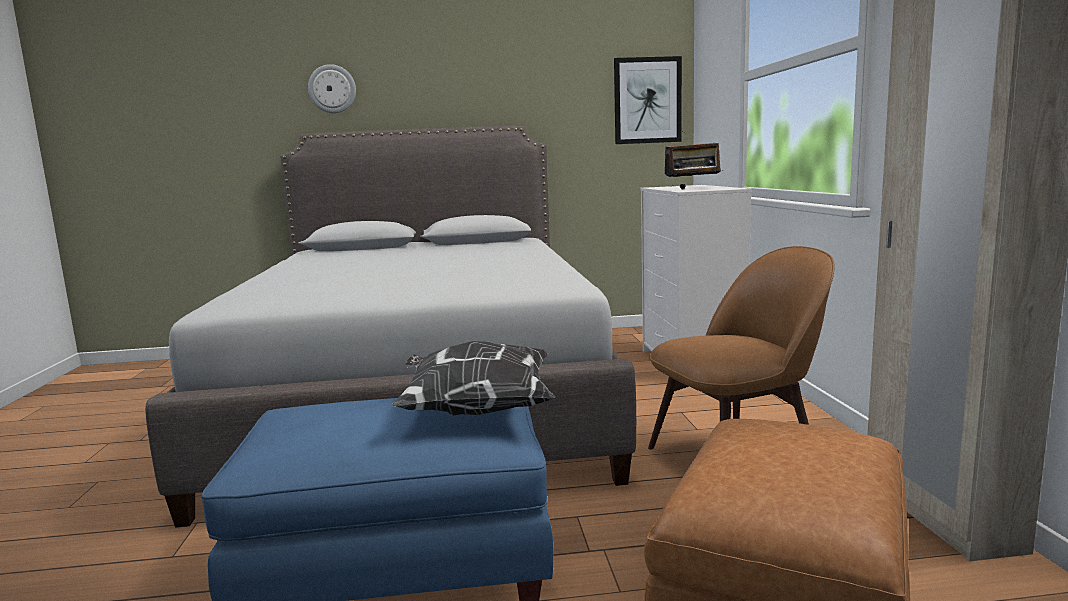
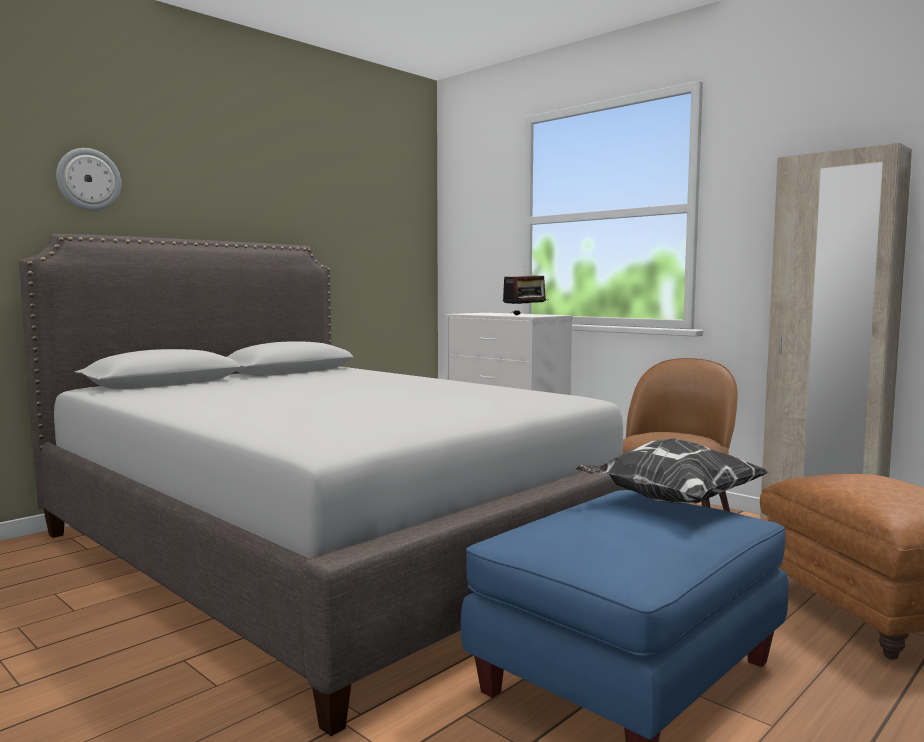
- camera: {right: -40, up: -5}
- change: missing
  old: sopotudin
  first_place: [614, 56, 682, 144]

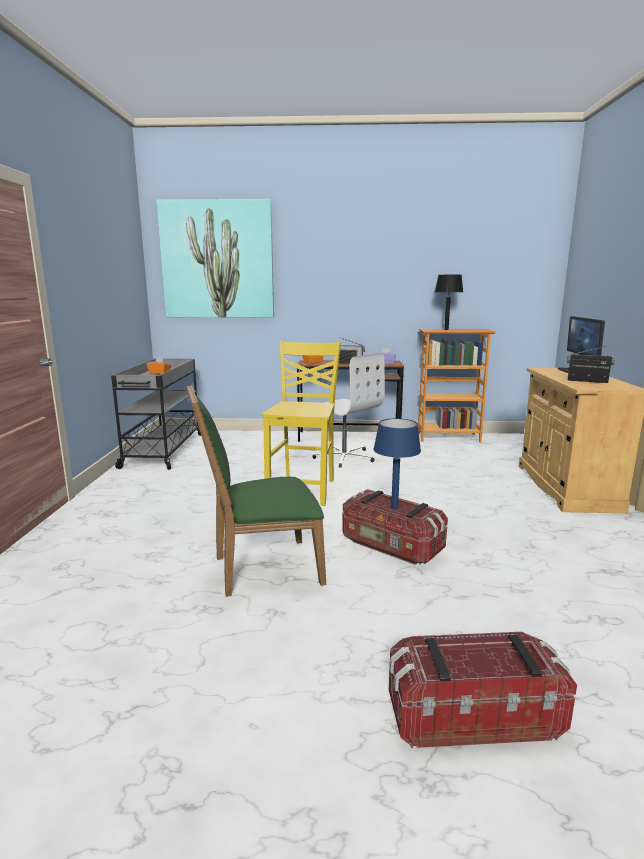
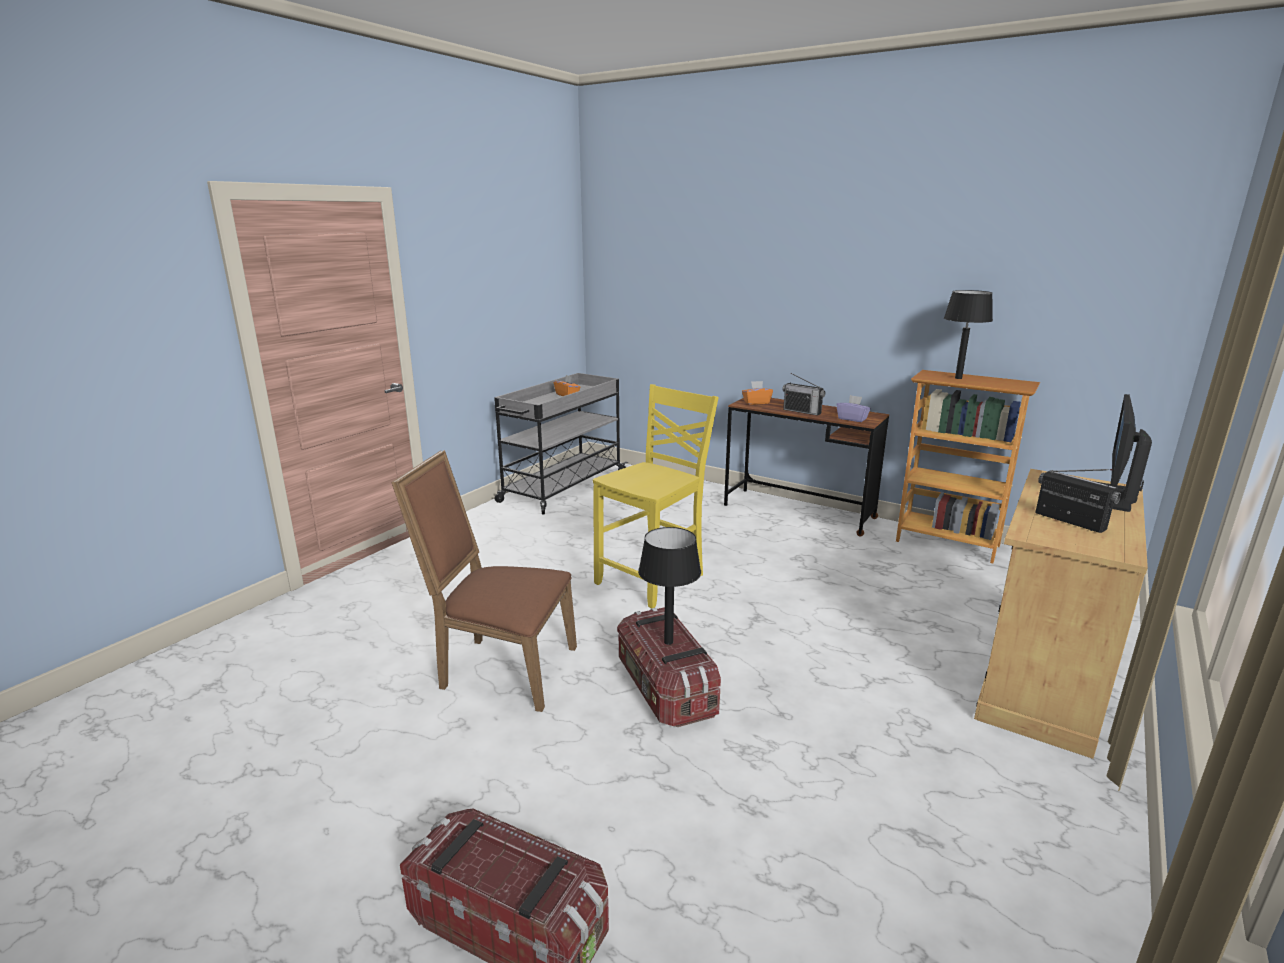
- camera: {right: 30, up: 5}
- change: missing
  old: sopotudin
  first_place: [156, 199, 274, 318]
- change: missing
  old: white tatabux
  first_place: [312, 353, 385, 468]
- change: colour
  old: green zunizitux
  new: brown zunizitux
  first_place: [187, 385, 326, 597]
  second_place: [392, 450, 577, 712]
- change: colour
  old: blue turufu
  new: black turufu
  first_place: [373, 418, 421, 509]
  second_place: [638, 527, 701, 645]

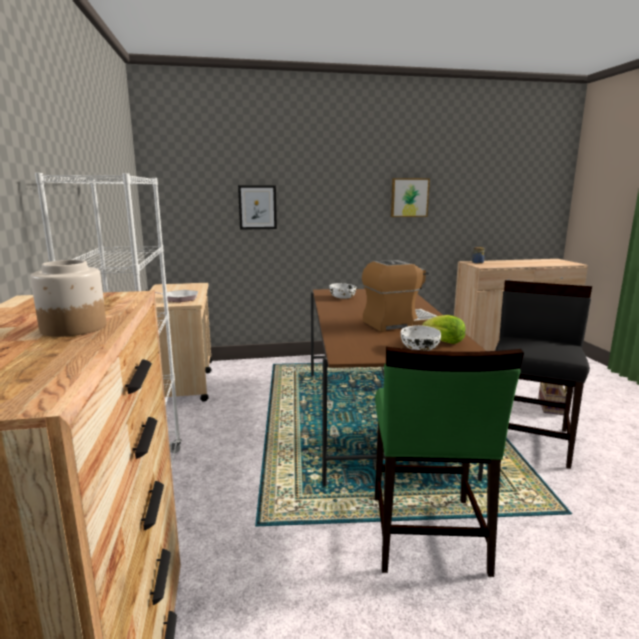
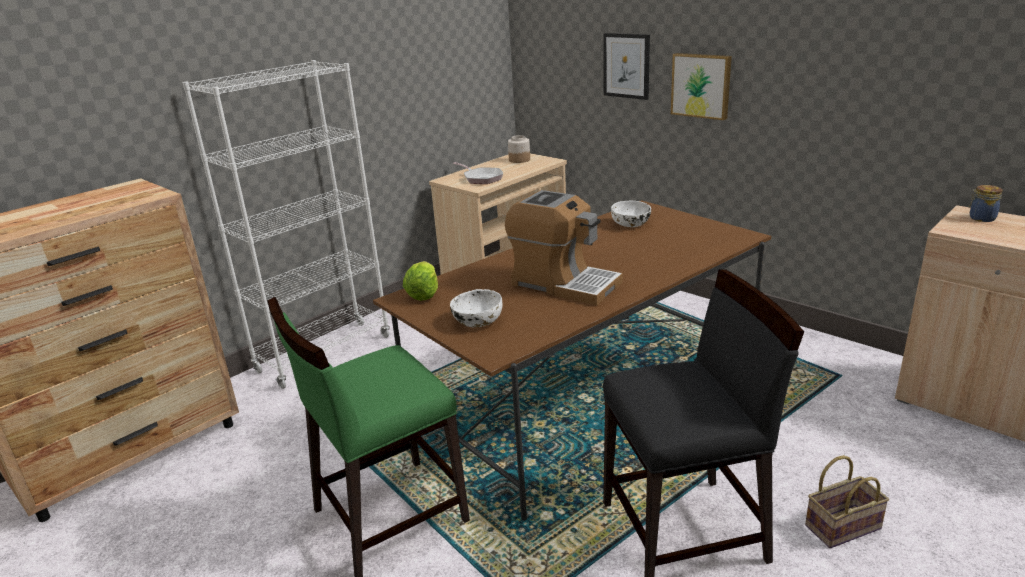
- camera: {right: 55, up: 10}
- change: relocated
  old: sopotudin
  first_place: [391, 178, 430, 217]
  second_place: [671, 53, 732, 120]
- change: relocated
  old: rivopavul
  first_place: [30, 260, 106, 337]
  second_place: [508, 135, 530, 163]
- change: relocated
  old: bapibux
  first_place: [422, 315, 466, 344]
  second_place: [403, 261, 438, 301]

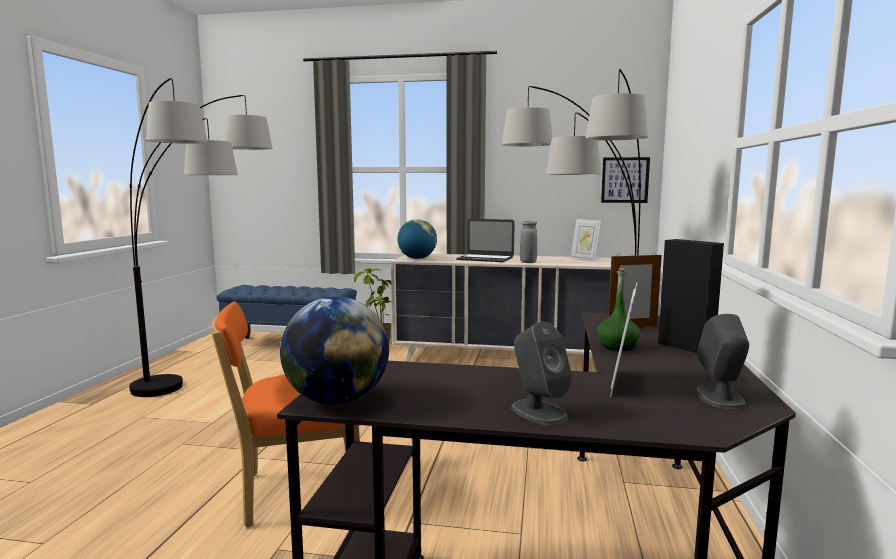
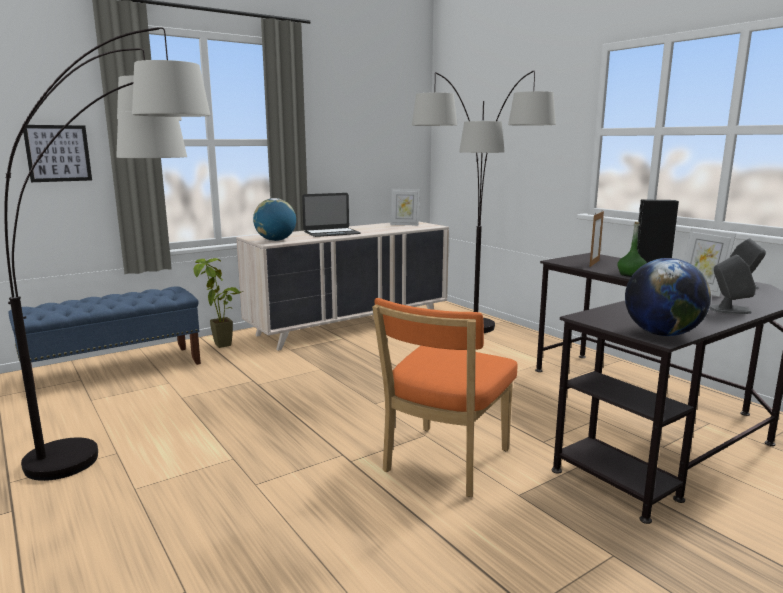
- camera: {right: -45, up: 5}
- change: relocated
  old: sopotudin
  first_place: [601, 157, 650, 203]
  second_place: [23, 125, 92, 182]
- change: missing
  old: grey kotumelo
  first_place: [520, 221, 537, 263]

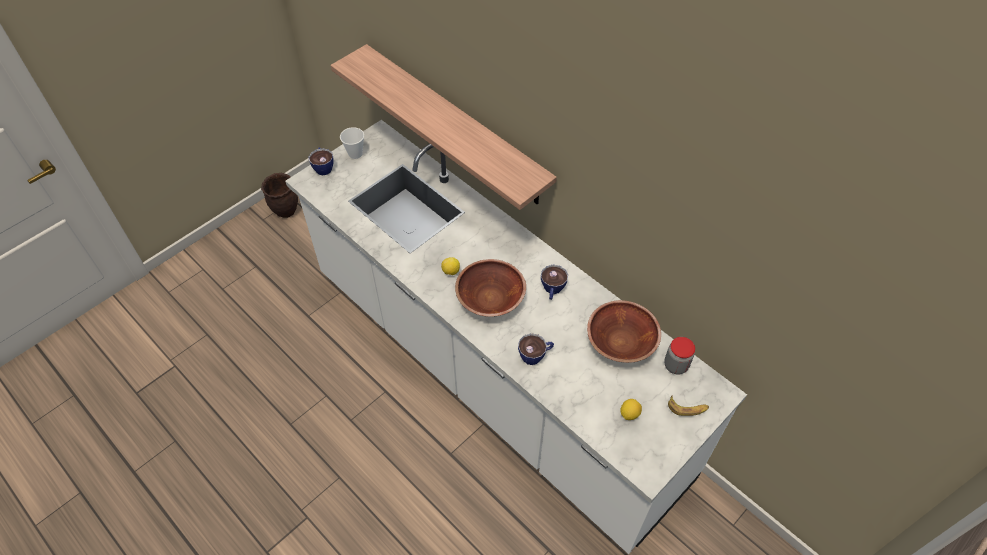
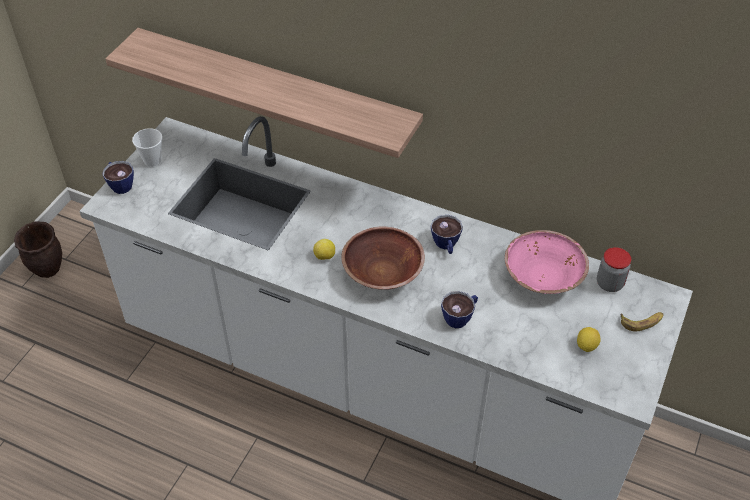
- camera: {right: -20, up: -5}
- change: colour
  old: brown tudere
  new: pink tudere
  first_place: [587, 300, 661, 363]
  second_place: [505, 230, 589, 294]

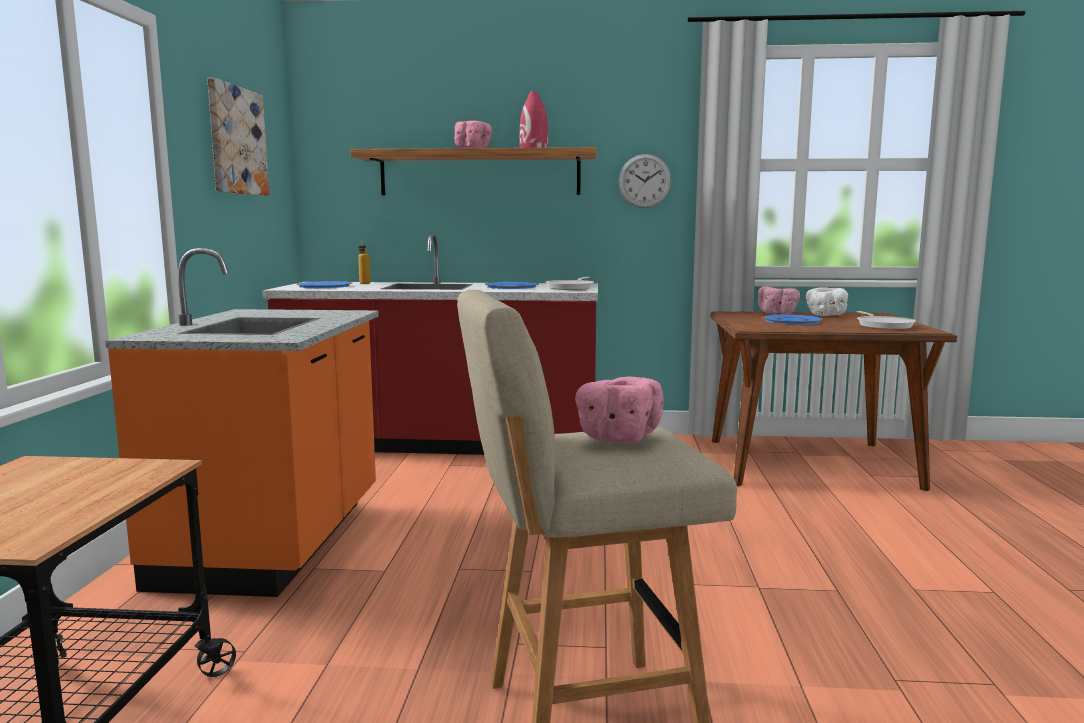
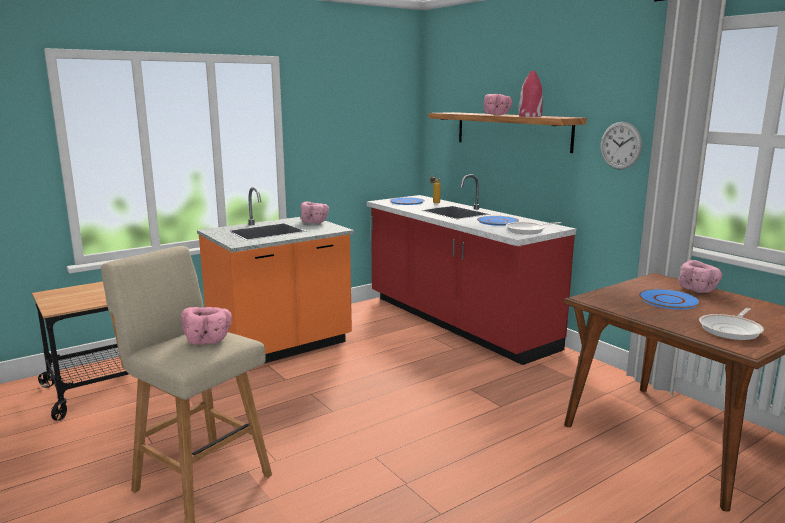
- camera: {right: 50, up: 5}
- change: missing
  old: sopotudin
  first_place: [207, 78, 269, 196]
- change: missing
  old: white tudere
  first_place: [806, 287, 848, 316]
- change: appeared
  new: pink tudere
  second_place: [300, 202, 329, 224]

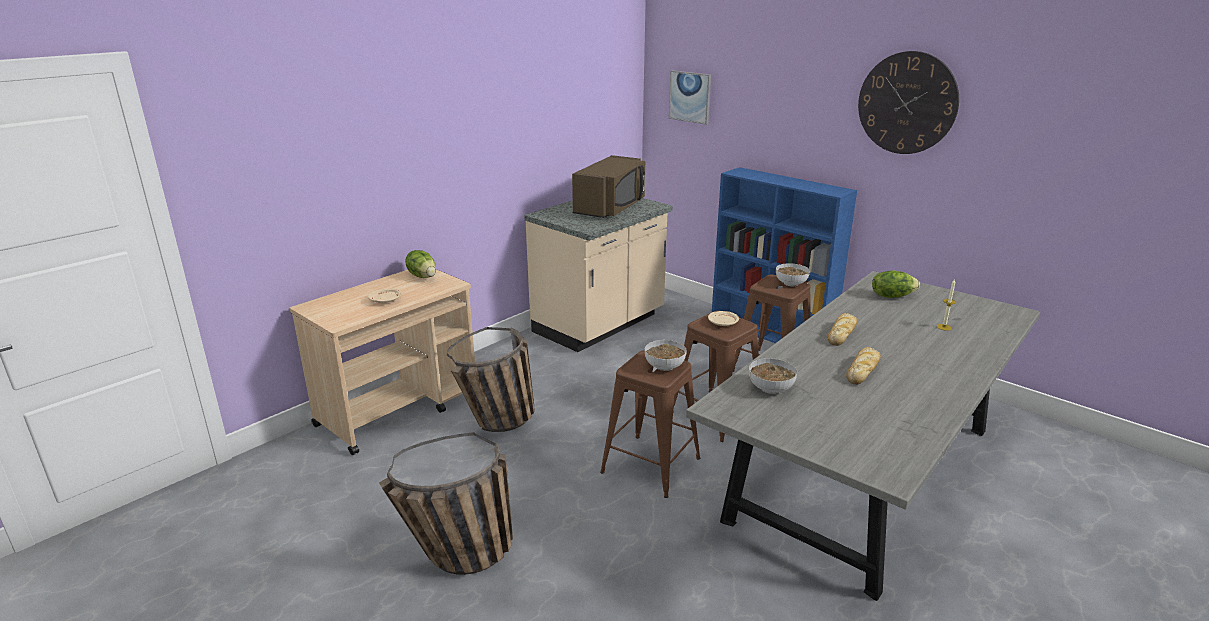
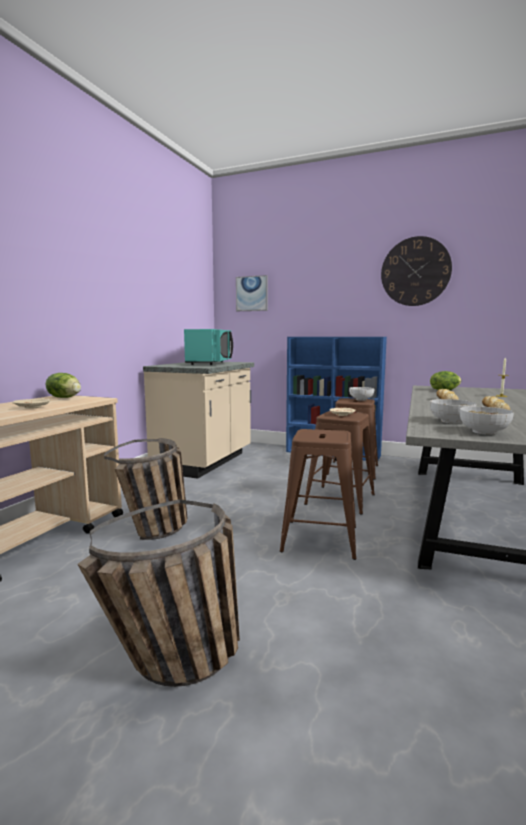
- camera: {right: -20, up: -15}
- change: colour
  old: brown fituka
  new: turquoise fituka
  first_place: [572, 155, 645, 218]
  second_place: [184, 329, 233, 365]
- change: relocated
  old: tudere
  first_place: [645, 340, 687, 371]
  second_place: [460, 406, 514, 435]

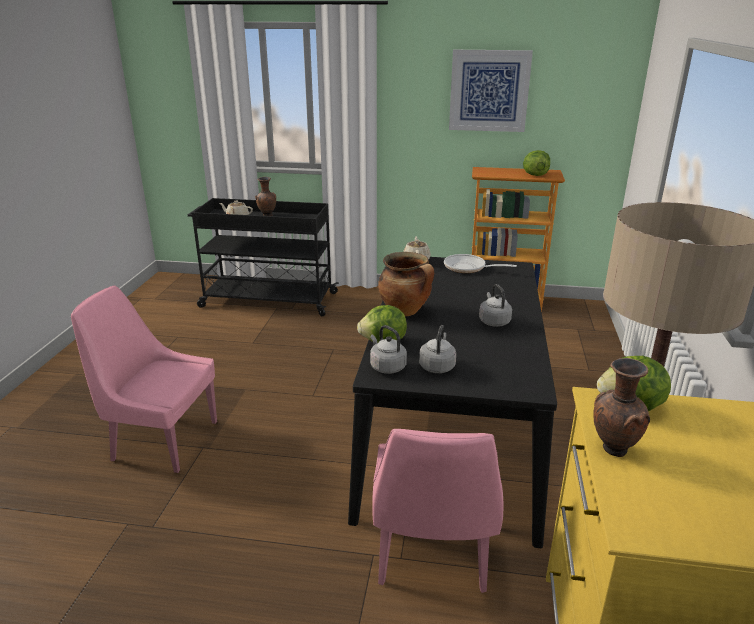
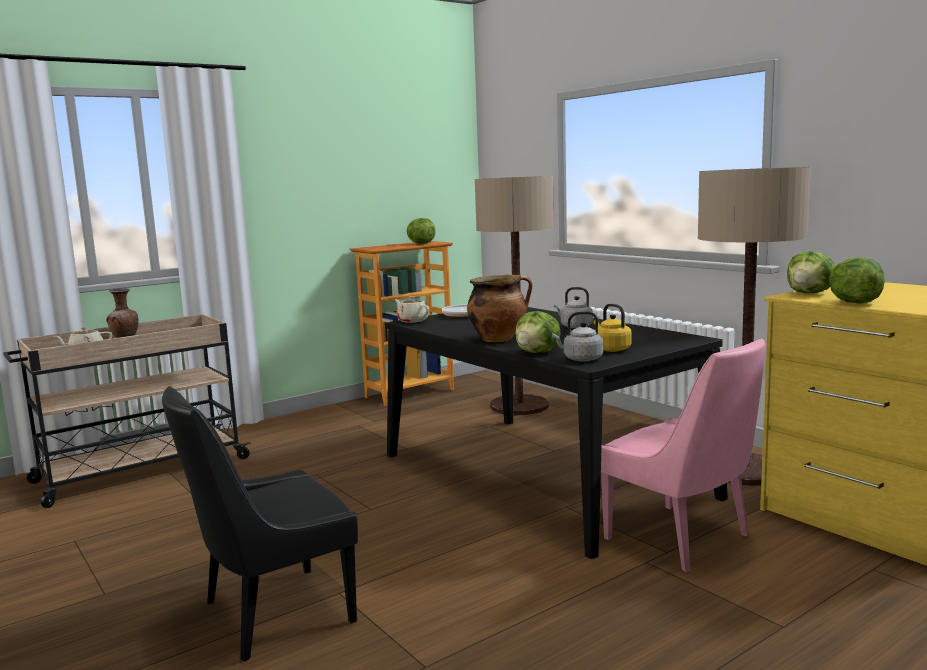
- camera: {right: -45, up: -15}
- change: missing
  old: sopotudin
  first_place: [449, 50, 533, 132]
- change: colour
  old: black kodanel
  new: beige kodanel
  first_place: [188, 198, 339, 316]
  second_place: [3, 314, 251, 508]
- change: colour
  old: pink zunizitux
  new: black zunizitux
  first_place: [71, 286, 217, 473]
  second_place: [162, 386, 358, 662]
- change: colour
  old: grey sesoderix
  new: yellow sesoderix
  first_place: [419, 325, 456, 373]
  second_place: [594, 304, 632, 352]
- change: exchanged
  old: brown kotumelo
  new: bapibux
  first_place: [593, 358, 650, 457]
  second_place: [829, 257, 885, 304]
- change: appeared
  new: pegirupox
  second_place: [475, 176, 554, 415]

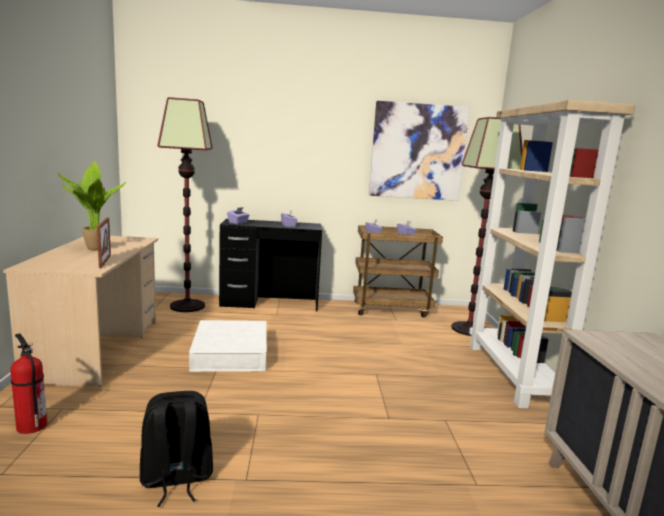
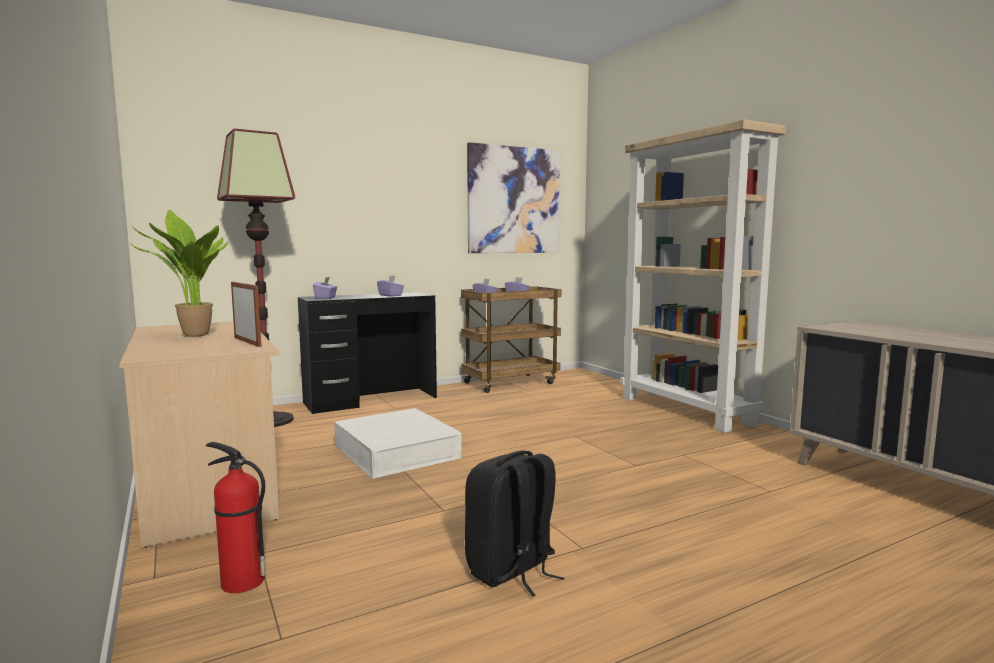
- camera: {right: -25, up: -5}
- change: missing
  old: pegirupox
  first_place: [451, 117, 523, 336]

